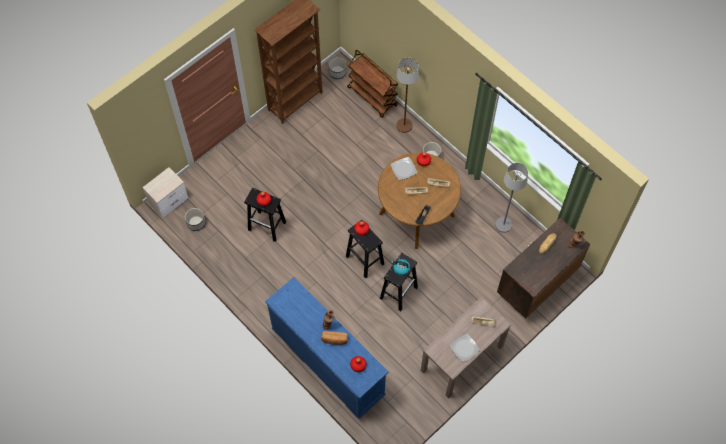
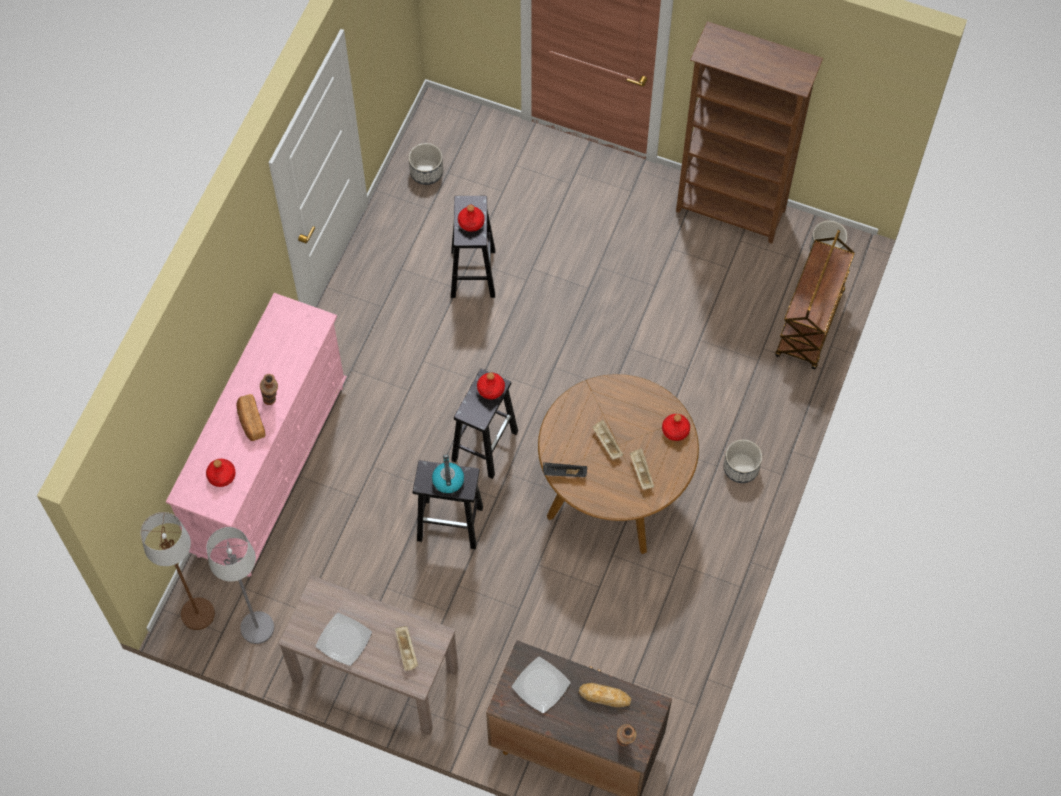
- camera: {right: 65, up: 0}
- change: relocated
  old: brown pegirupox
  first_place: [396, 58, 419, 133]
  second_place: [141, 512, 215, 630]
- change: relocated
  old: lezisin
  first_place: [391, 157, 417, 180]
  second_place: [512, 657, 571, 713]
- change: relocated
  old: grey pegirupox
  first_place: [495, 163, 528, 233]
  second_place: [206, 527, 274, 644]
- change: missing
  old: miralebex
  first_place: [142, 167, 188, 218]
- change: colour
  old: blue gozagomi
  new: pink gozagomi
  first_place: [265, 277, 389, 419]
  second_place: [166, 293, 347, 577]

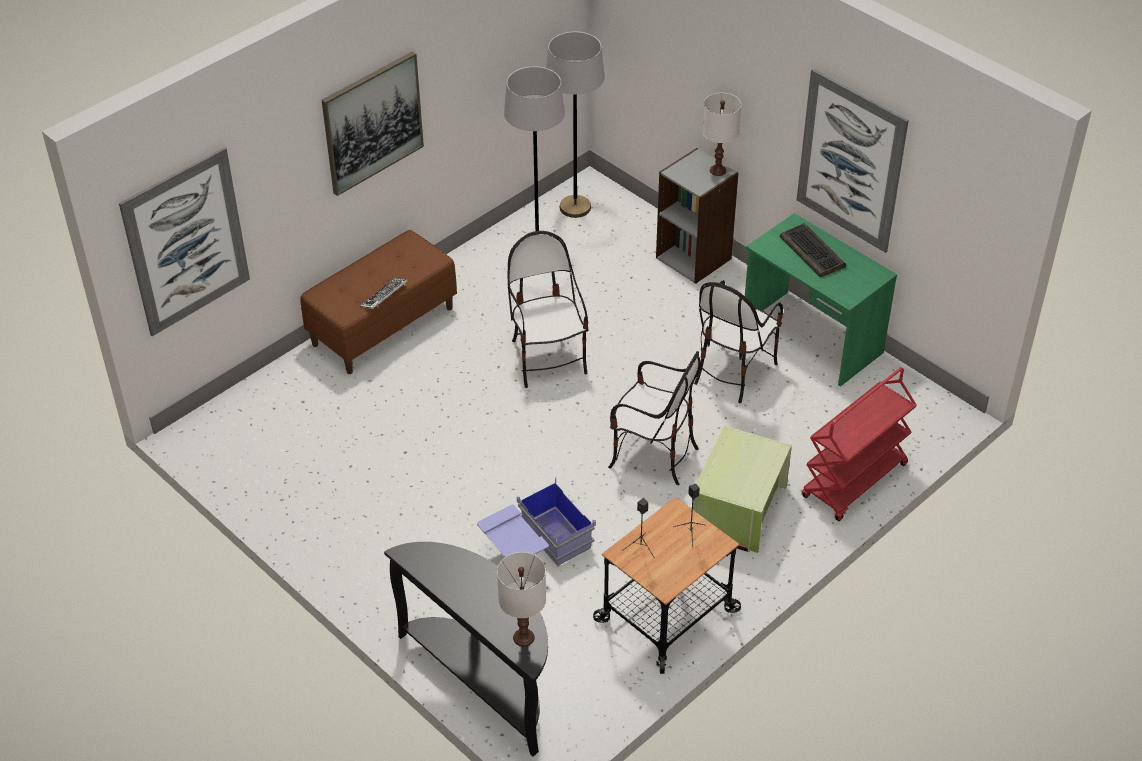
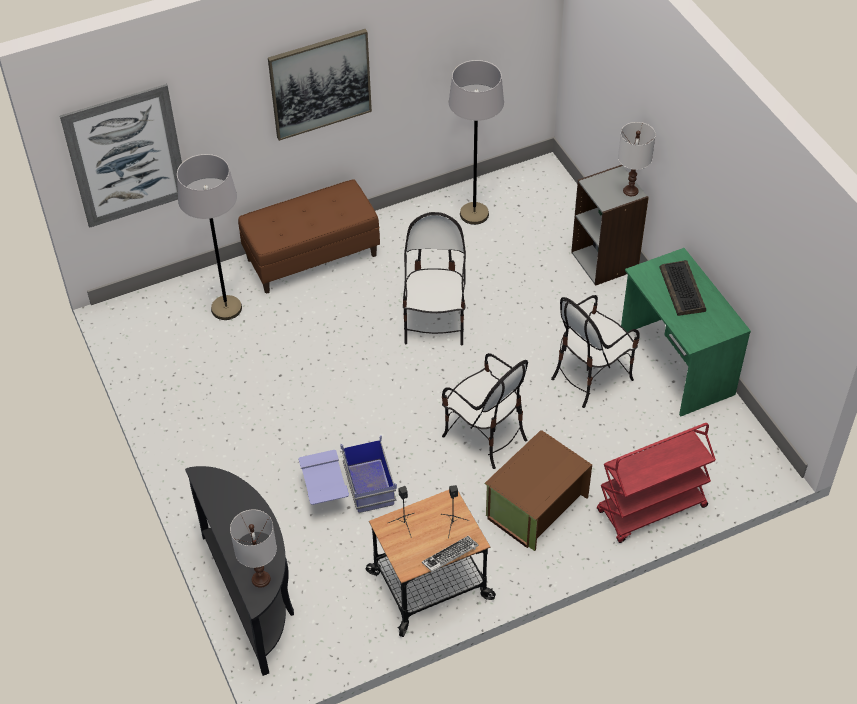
- camera: {right: 20, up: 5}
- change: relocated
  old: grey pegirupox
  first_place: [546, 32, 605, 218]
  second_place: [177, 154, 242, 320]
- change: missing
  old: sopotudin
  first_place: [797, 69, 909, 253]
- change: relocated
  old: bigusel
  first_place: [360, 278, 408, 309]
  second_place: [422, 536, 479, 572]
- change: colour
  old: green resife
  new: brown resife
  first_place: [693, 426, 792, 553]
  second_place: [485, 430, 592, 551]

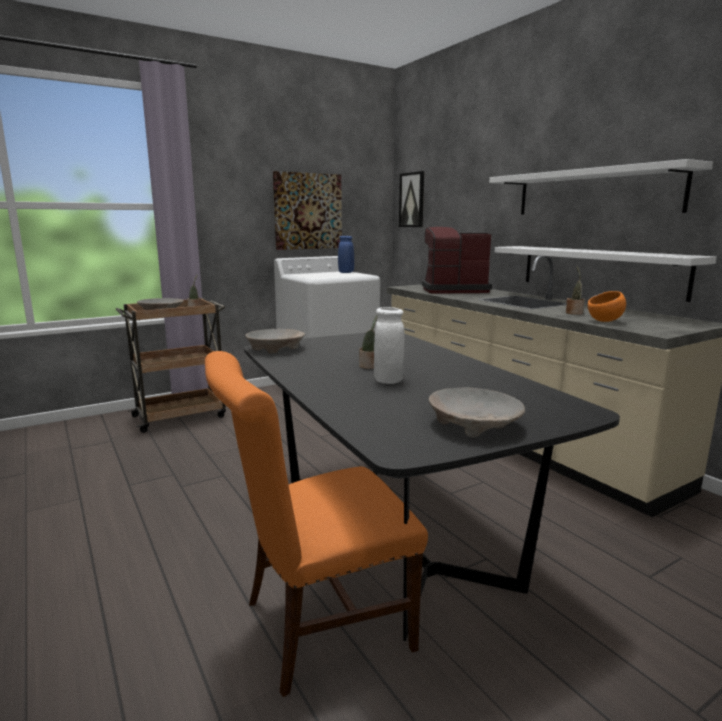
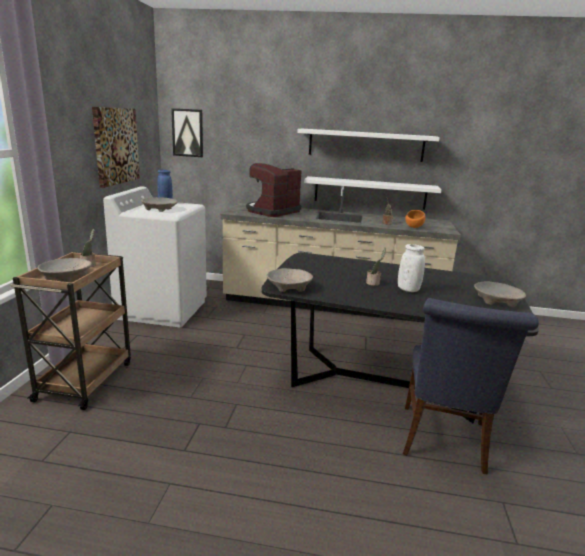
- camera: {right: -50, up: 5}
- change: colour
  old: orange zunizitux
  new: blue zunizitux
  first_place: [205, 351, 428, 697]
  second_place: [403, 298, 539, 474]
- change: appeared
  new: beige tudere
  second_place: [141, 197, 178, 212]

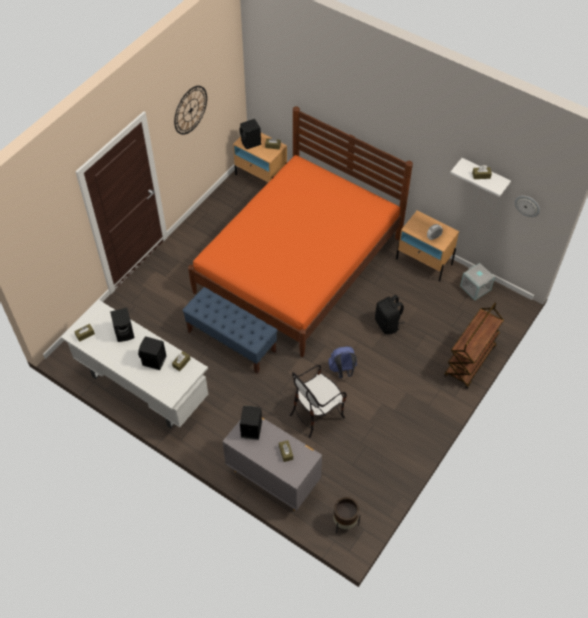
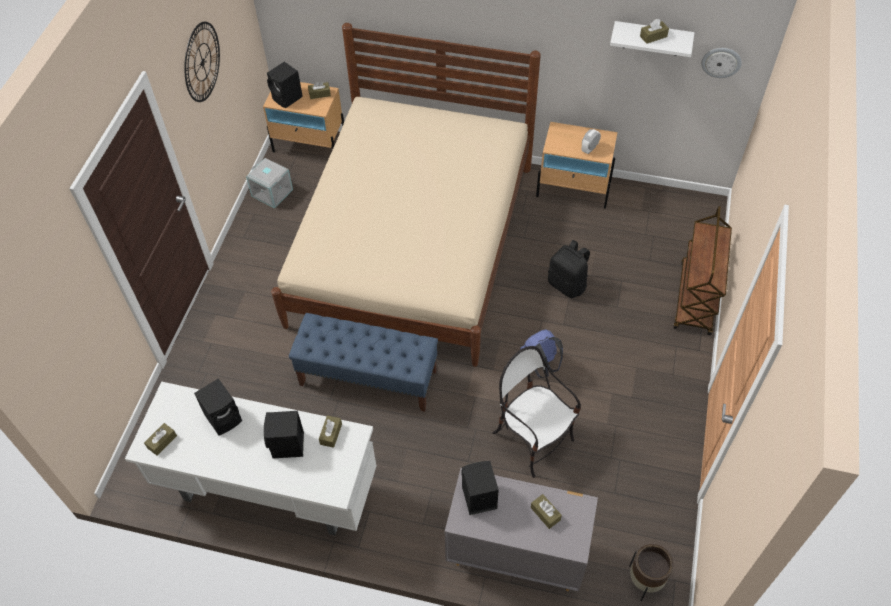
- camera: {right: -20, up: 0}
- change: colour
  old: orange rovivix
  new: beige rovivix
  first_place: [188, 106, 413, 357]
  second_place: [271, 23, 541, 367]
- change: relocated
  old: grey resife
  first_place: [460, 263, 495, 300]
  second_place: [246, 158, 293, 208]
- change: spun
  old: zunizitux
  first_place: [290, 365, 347, 438]
  second_place: [493, 346, 581, 478]
  degrees: 105

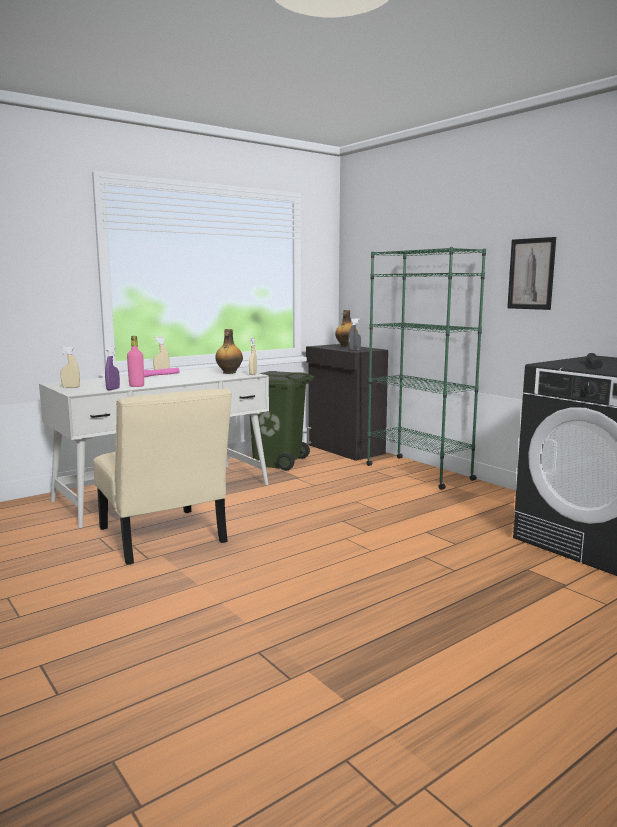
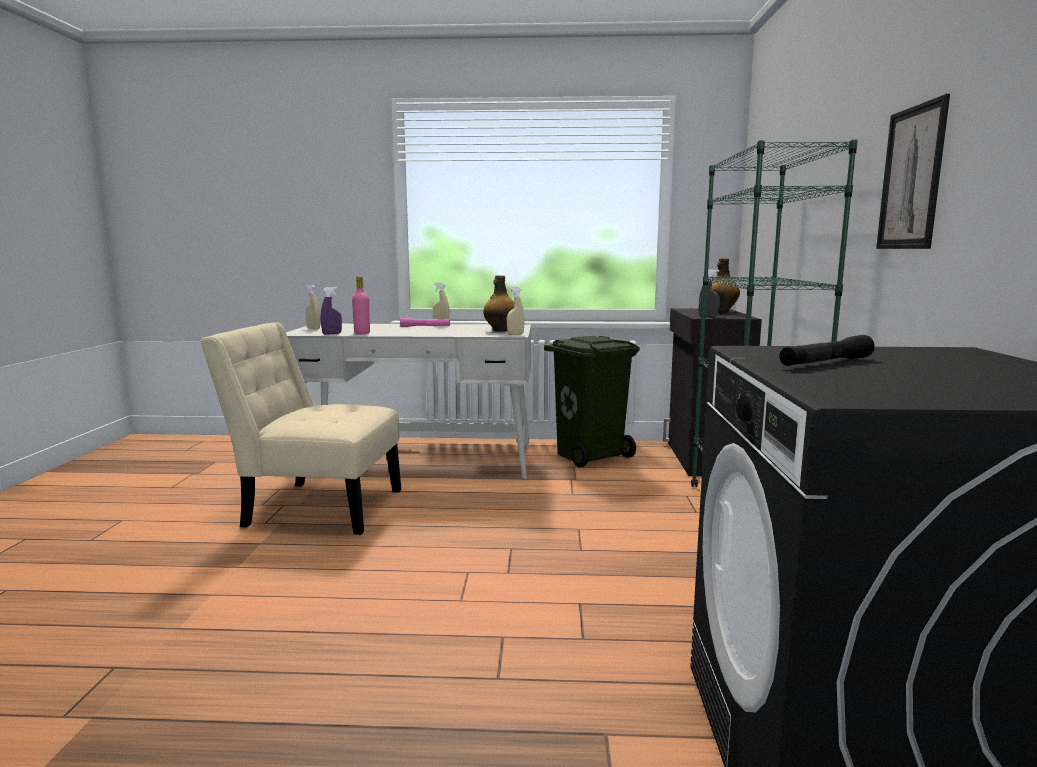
- camera: {right: 40, up: 0}
- change: spun
  old: beige zunizitux
  first_place: [93, 388, 232, 565]
  second_place: [200, 322, 401, 535]
  degrees: 90

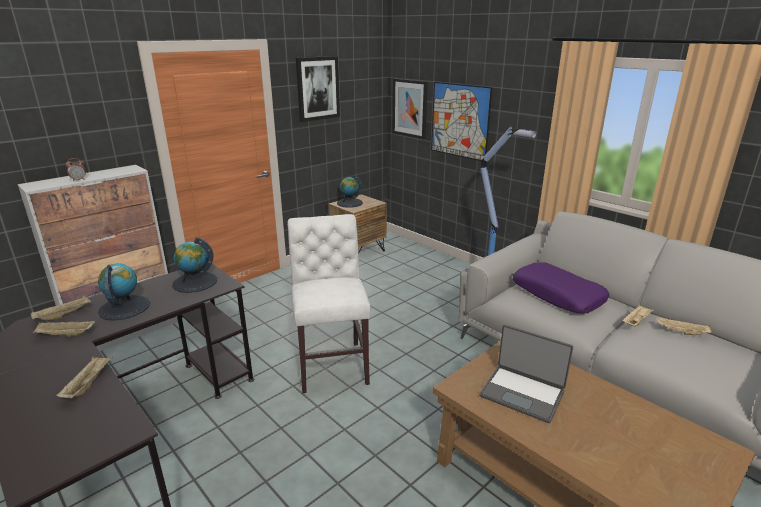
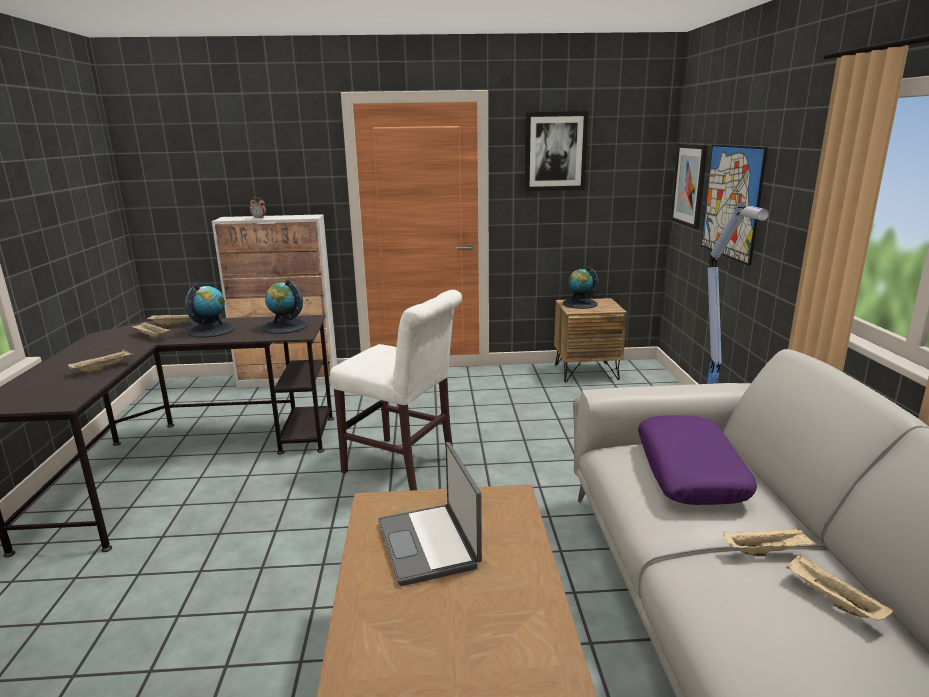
- camera: {right: 40, up: -5}
- change: spun
  old: white zunizitux
  first_place: [287, 214, 371, 393]
  second_place: [330, 290, 462, 490]
  degrees: 90

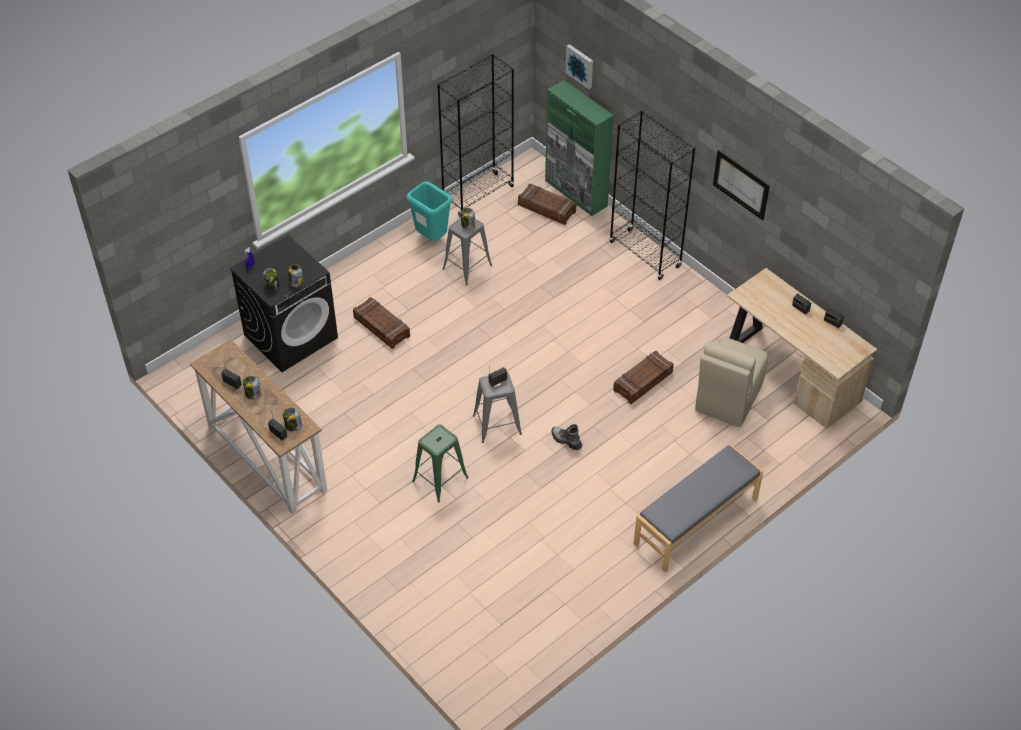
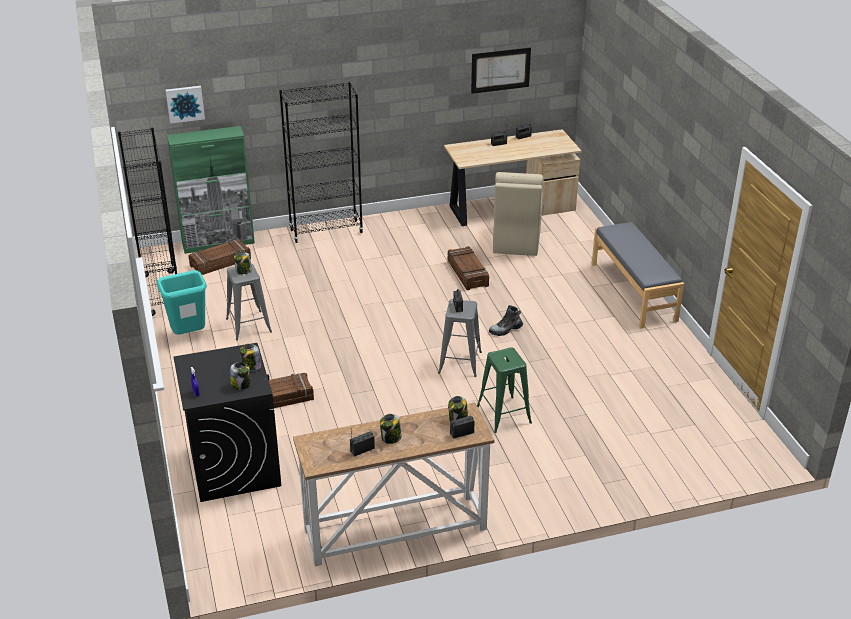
- camera: {right: -65, up: -15}
- change: relocated
  old: sopotudin
  first_place: [713, 150, 770, 220]
  second_place: [471, 47, 531, 94]
- change: spun
  old: beige zunizitux
  first_place: [695, 337, 768, 427]
  second_place: [493, 172, 543, 256]
  degrees: 45

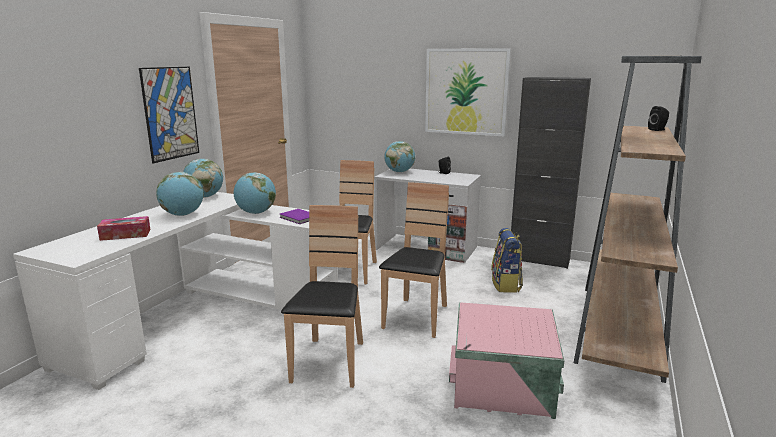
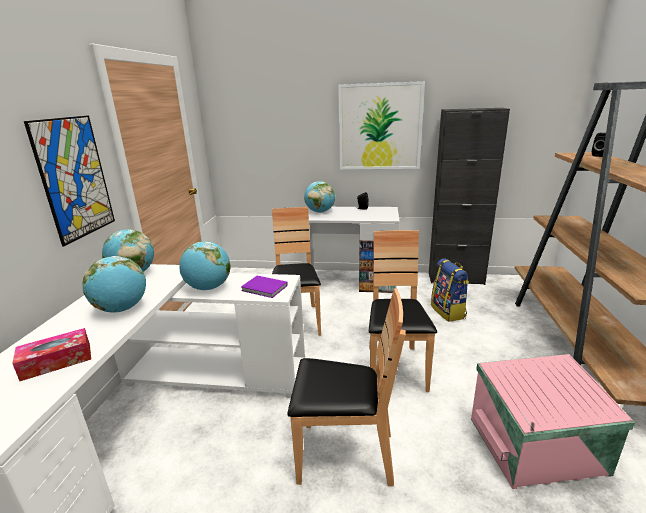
- camera: {right: -15, up: 5}
- change: spun
  old: brown zunizitux
  first_place: [281, 205, 363, 388]
  second_place: [287, 288, 406, 487]
  degrees: 105

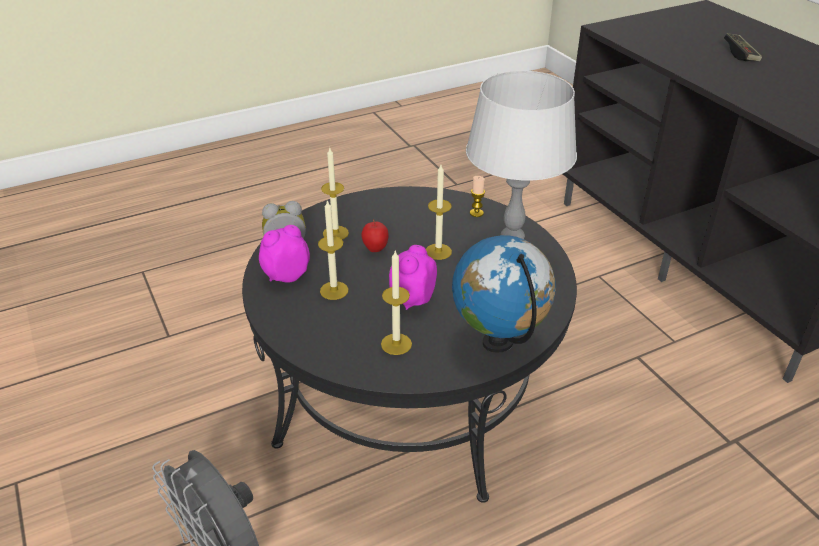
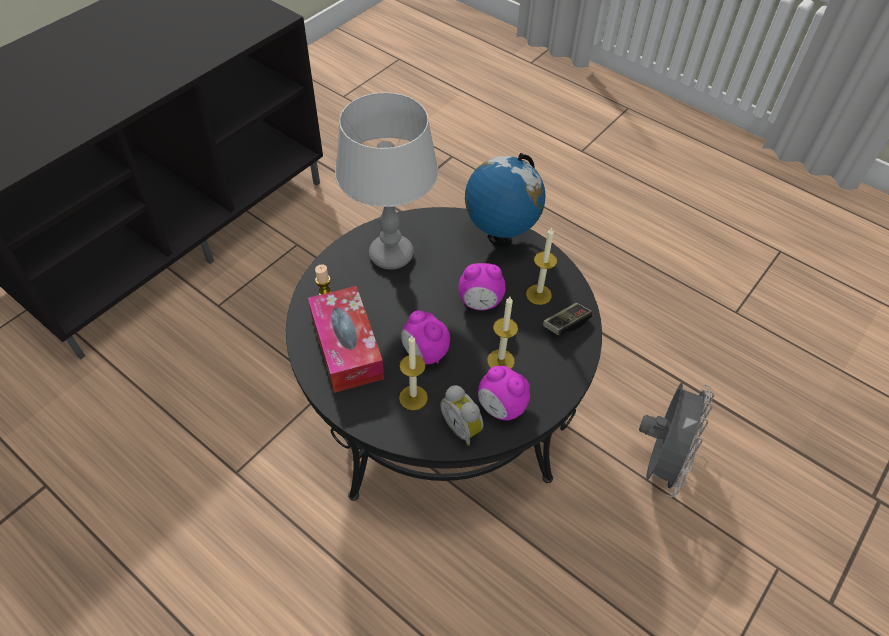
- camera: {right: -115, up: 15}
- change: relocated
  old: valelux
  first_place: [724, 33, 762, 61]
  second_place: [543, 303, 592, 335]
- change: missing
  old: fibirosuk
  first_place: [426, 165, 452, 260]
- change: exchanged
  old: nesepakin
  new: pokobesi
  first_place: [361, 219, 389, 252]
  second_place: [401, 310, 450, 364]
- change: appeared
  new: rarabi
  second_place: [308, 286, 384, 393]

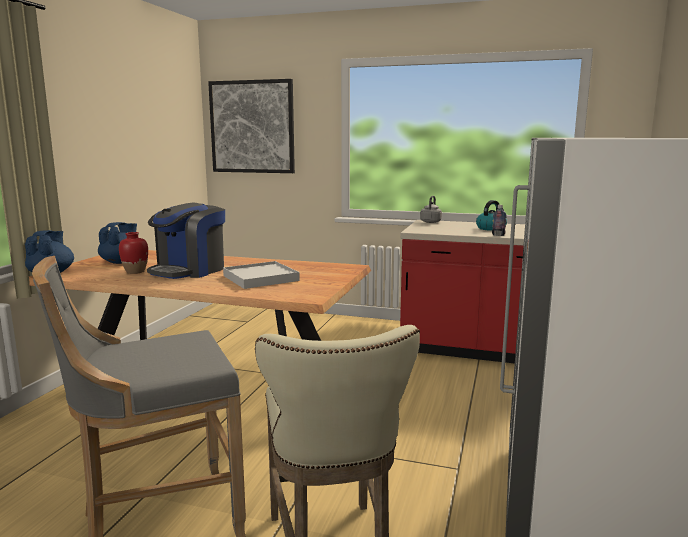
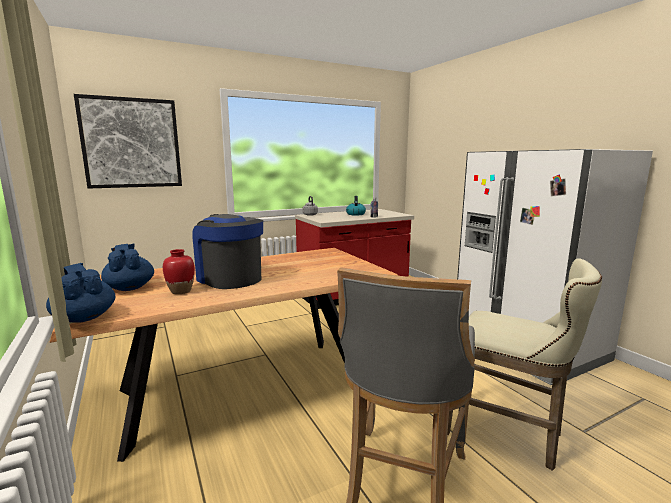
- camera: {right: -45, up: 0}
- change: spun
  old: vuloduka
  first_place: [147, 203, 225, 279]
  second_place: [192, 214, 263, 289]
  degrees: 150
- change: missing
  old: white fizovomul
  first_place: [223, 261, 300, 289]

